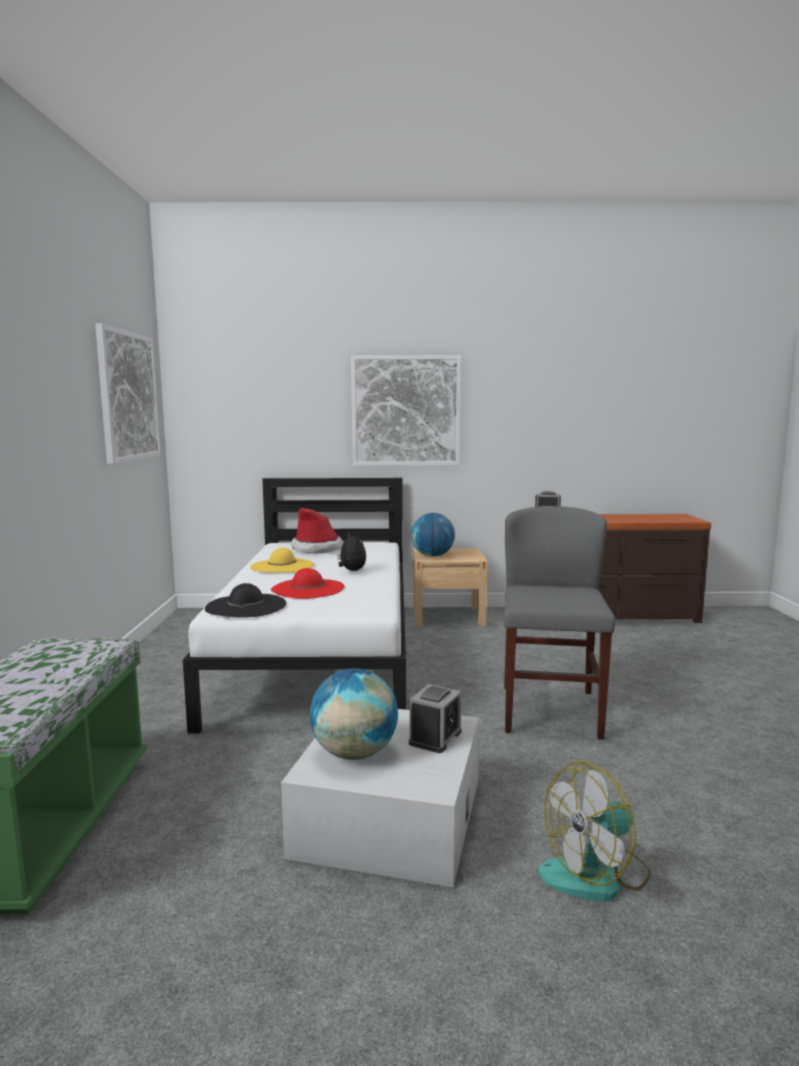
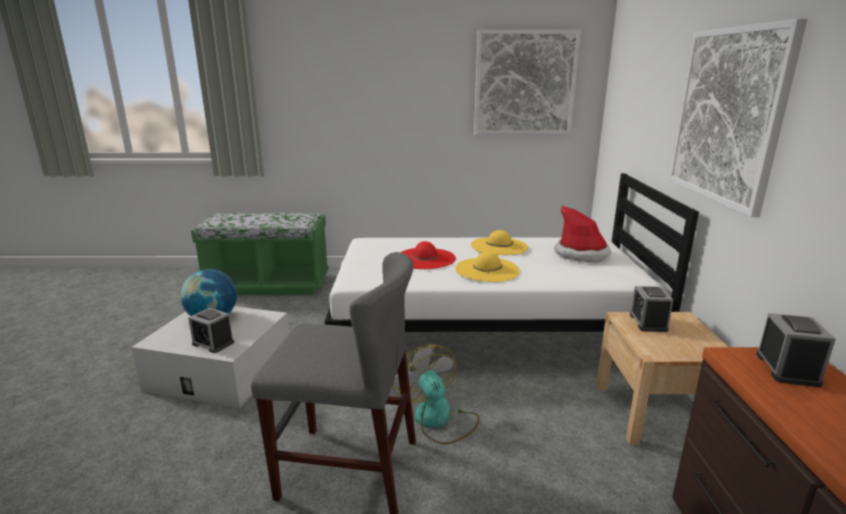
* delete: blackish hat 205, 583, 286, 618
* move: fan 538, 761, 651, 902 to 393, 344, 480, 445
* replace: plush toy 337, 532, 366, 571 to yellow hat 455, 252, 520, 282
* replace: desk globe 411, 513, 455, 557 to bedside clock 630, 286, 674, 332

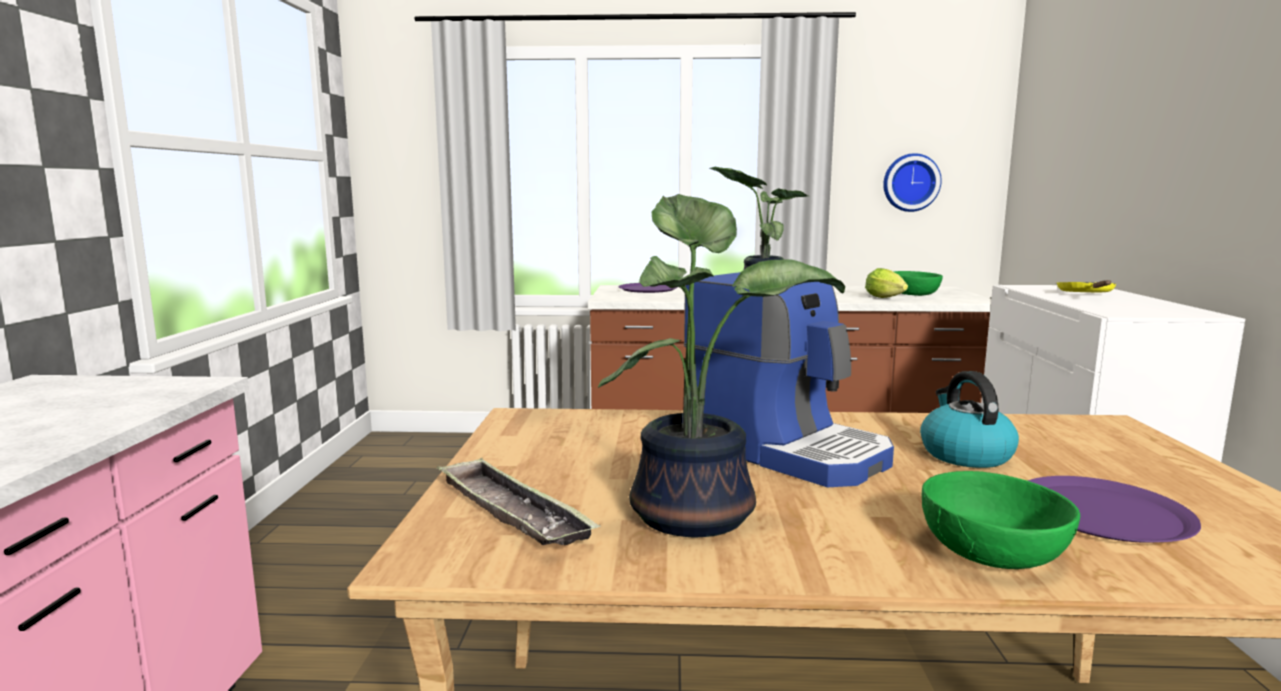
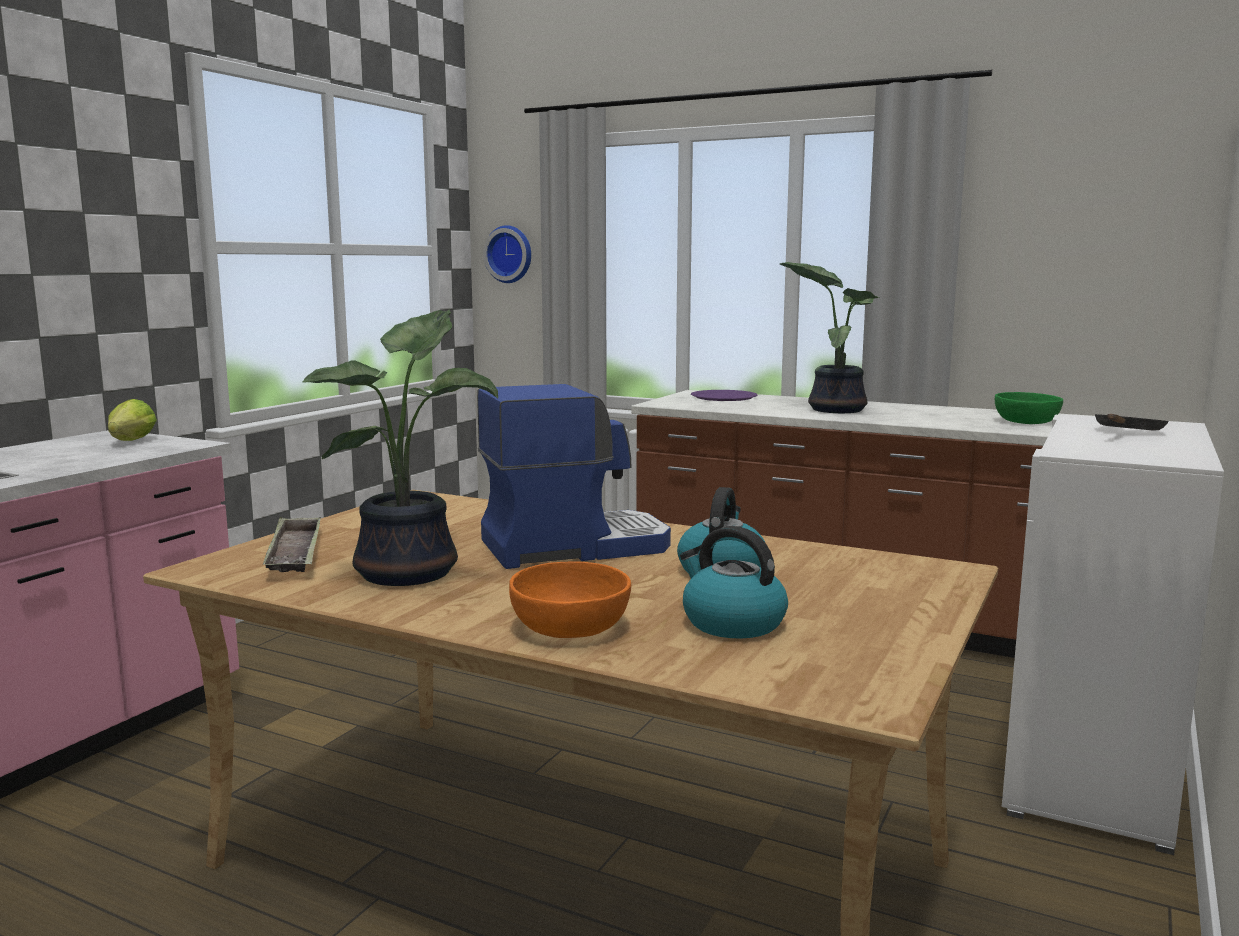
* move: lettuce 865, 268, 908, 298 to 108, 399, 157, 441
* move: clock on the wall 883, 153, 942, 212 to 483, 225, 531, 283
* replace: purple-coloured dinner plate 1028, 476, 1201, 543 to water kettle 680, 526, 788, 638
* recolor: greenish serving bowl 922, 471, 1080, 569 to orange serving bowl 509, 562, 631, 638
* recolor: yellow pan 1056, 280, 1116, 292 to blackish pan 1095, 414, 1169, 431
* rotate: coffee maker 684, 272, 894, 487 = 477, 384, 671, 569 90 degrees counterclockwise

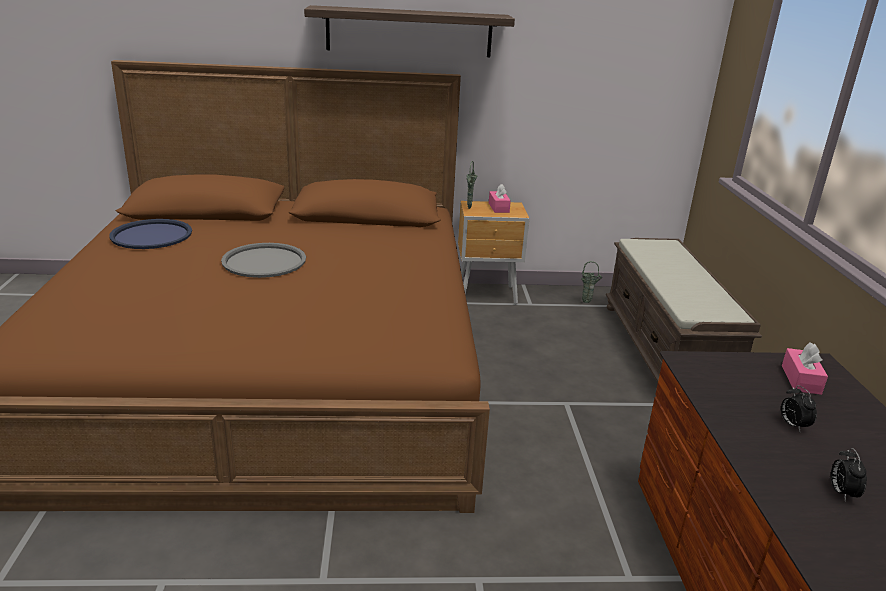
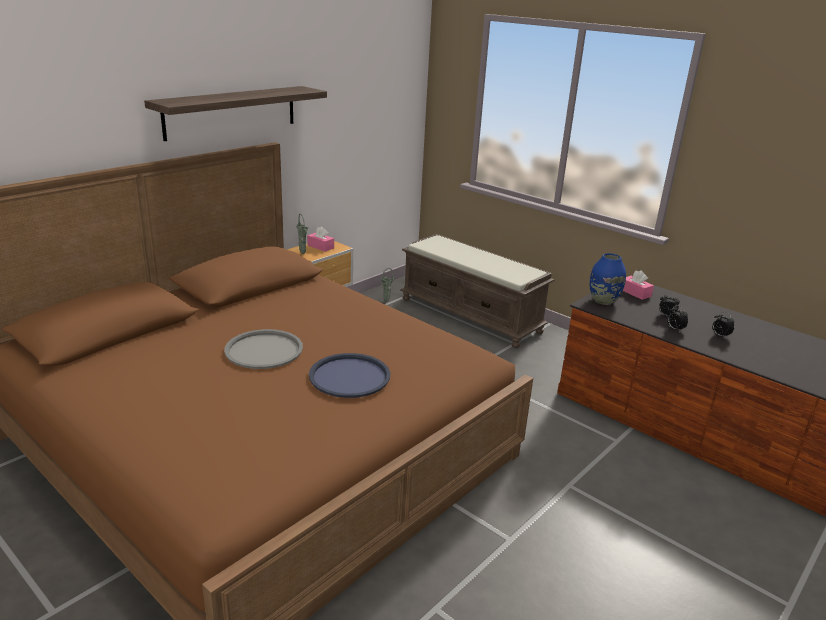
* insert: bluish flower vase 590, 253, 626, 305
* insert: bedside clock 667, 305, 688, 332
* move: bluish serving tray 109, 219, 192, 249 to 309, 353, 390, 398

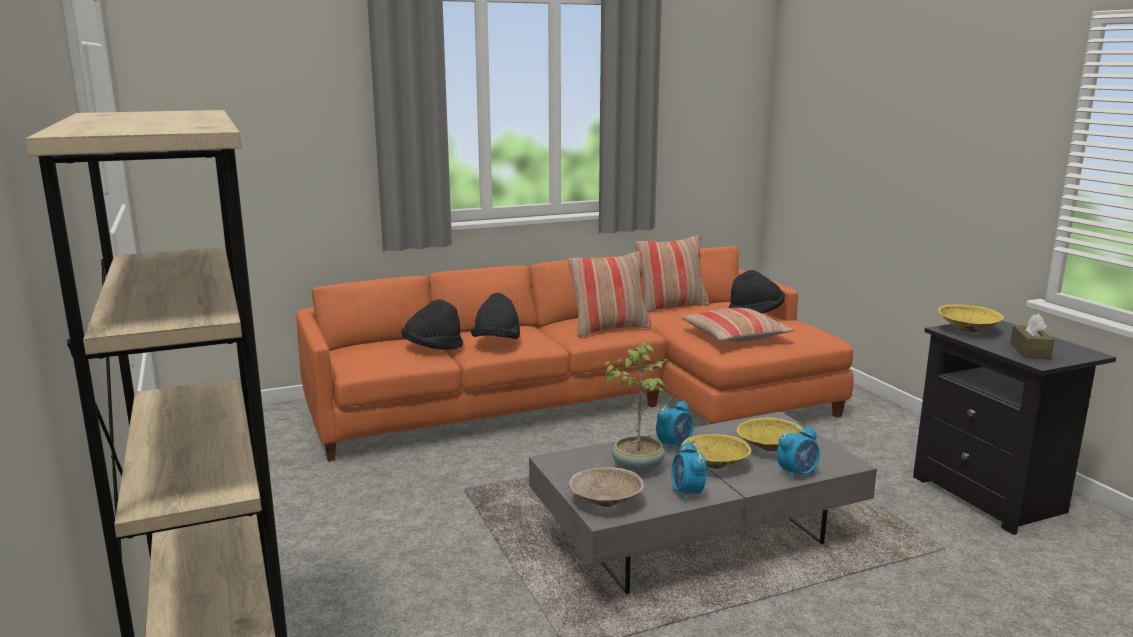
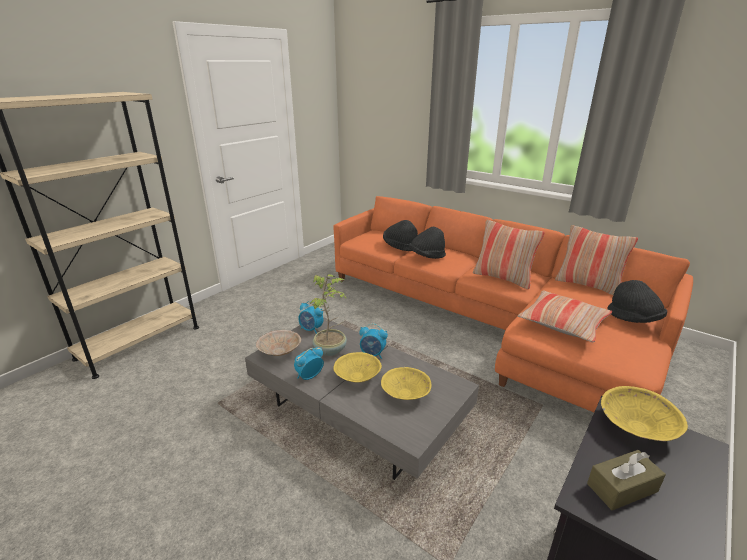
* move: bedside clock 777, 423, 820, 480 to 298, 301, 324, 334

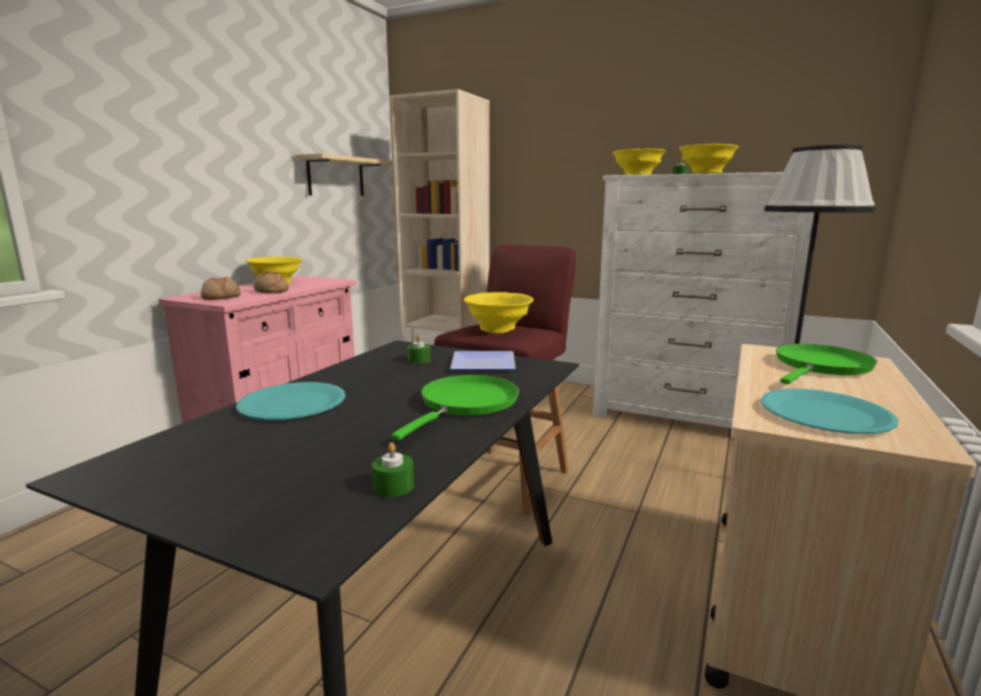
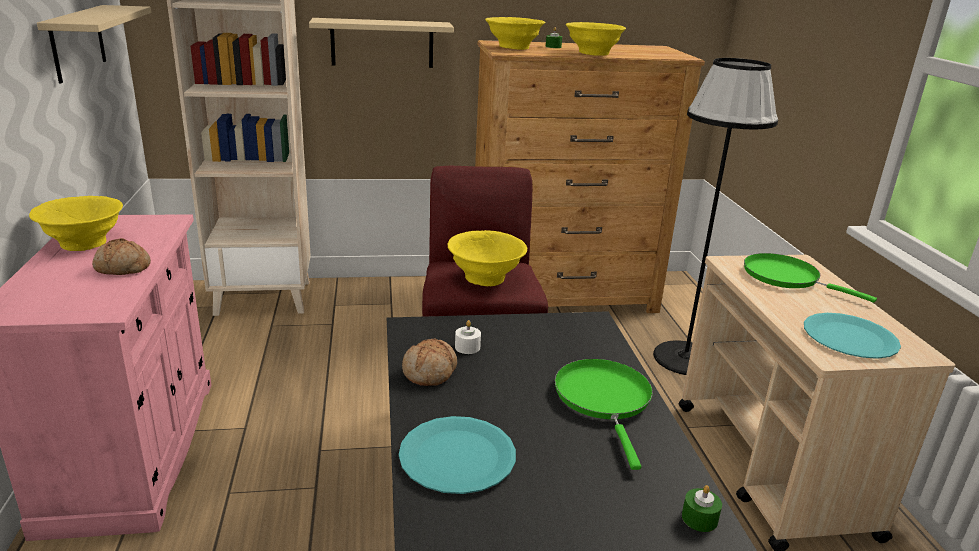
* delete: dinner plate 450, 351, 516, 370
* insert: beige-coloured bracket shelf 309, 18, 454, 68
* move: bread 201, 277, 241, 300 to 402, 338, 457, 386
* recolor: greenish candle 407, 334, 430, 364 to white-coloured candle 455, 320, 481, 354
* recolor: white-coloured chest of drawers 593, 172, 814, 428 to brown-coloured chest of drawers 475, 40, 705, 313
* rotate: greenish pan 776, 344, 877, 384 = 744, 253, 877, 303 60 degrees counterclockwise

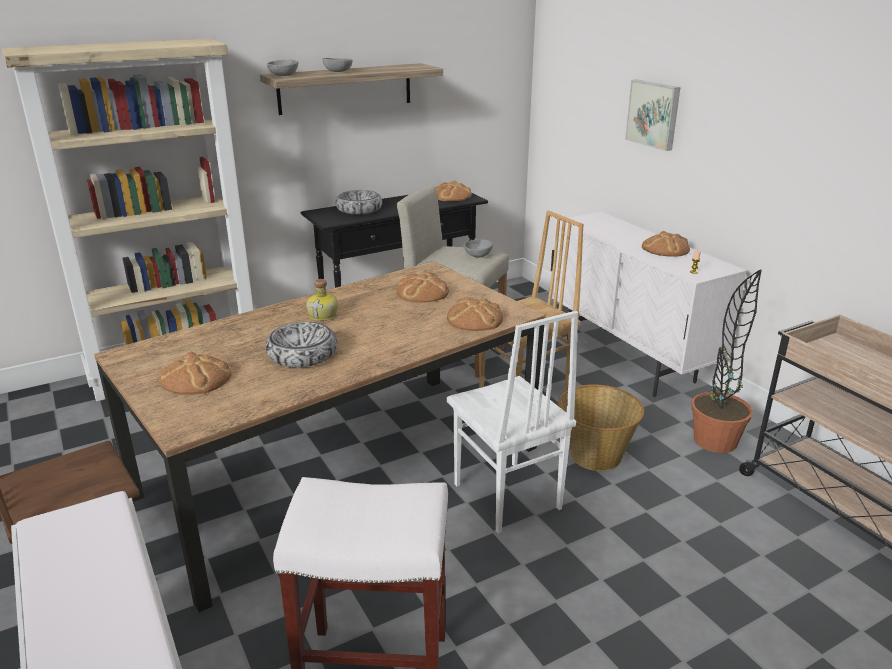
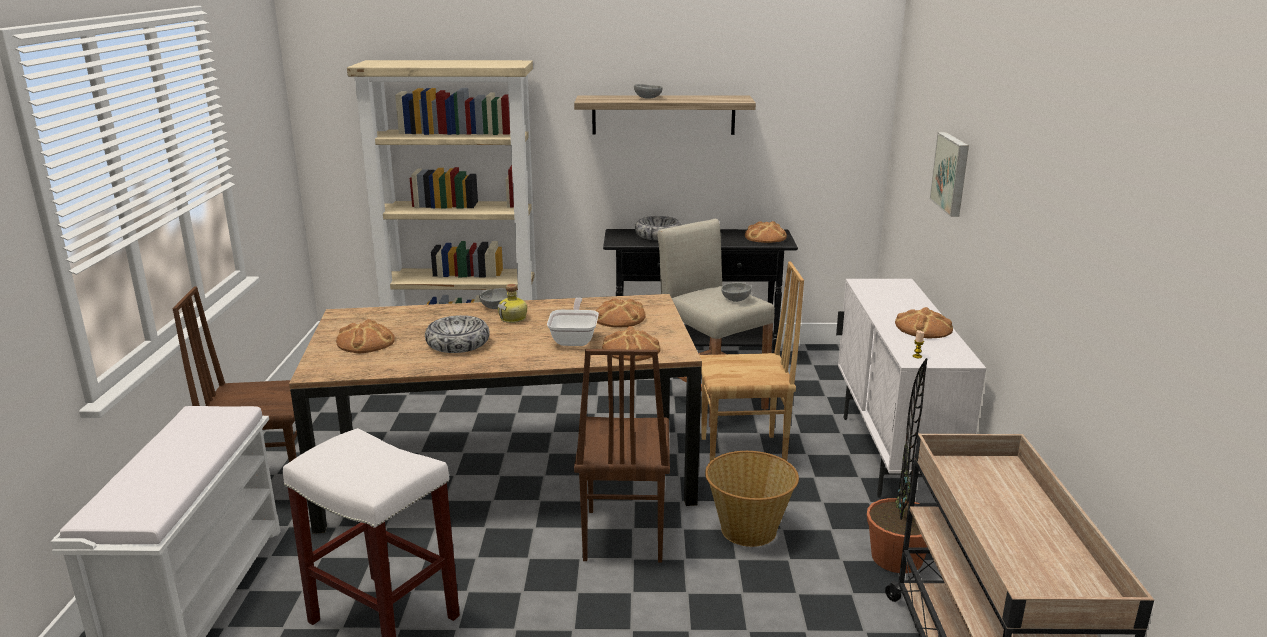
* insert: pan 547, 298, 599, 346
* move: greyish serving bowl 267, 60, 298, 76 to 479, 288, 508, 309
* recolor: white-coloured upright chair 447, 311, 578, 534 to brown-coloured upright chair 574, 349, 670, 563

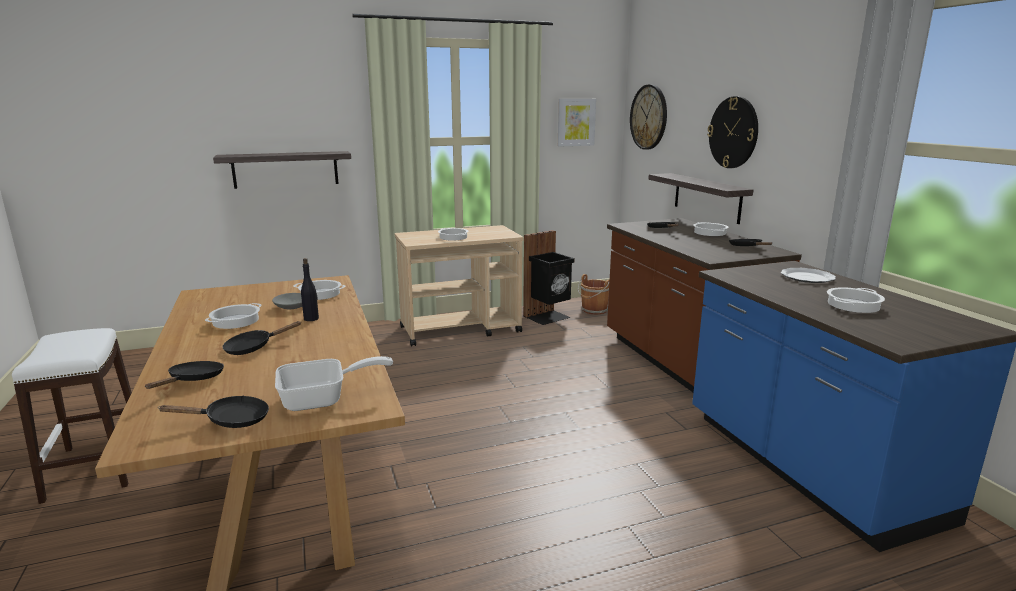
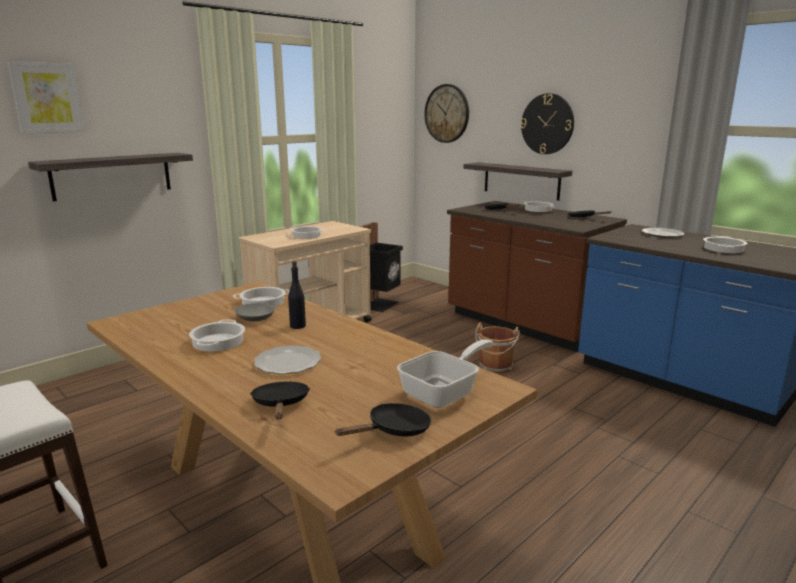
* move: picture 558, 99, 596, 147 to 7, 61, 85, 133
* move: brown-coloured bucket 578, 274, 609, 315 to 475, 322, 520, 373
* replace: blackish pan 223, 321, 301, 355 to dinner plate 254, 345, 321, 374

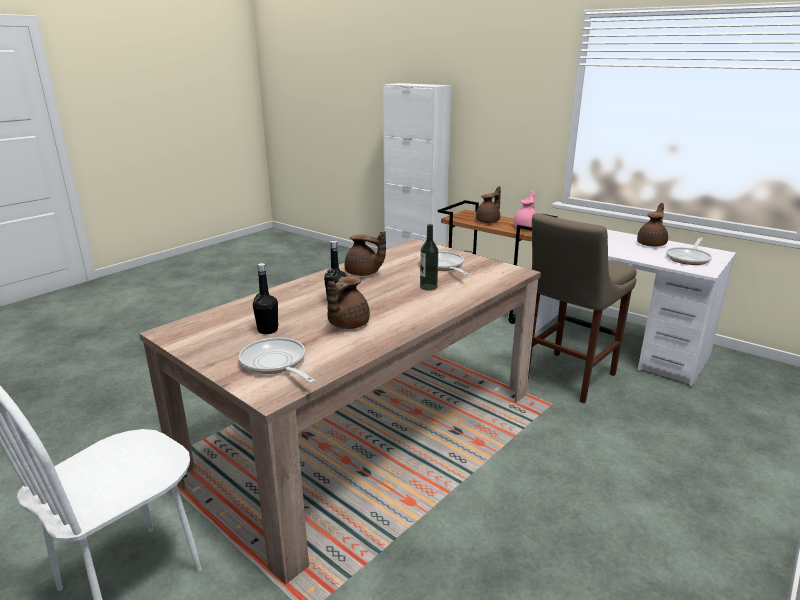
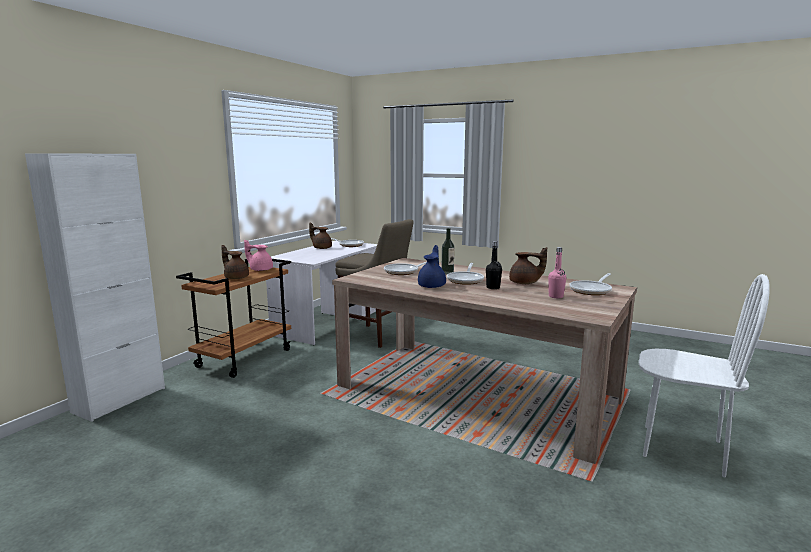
* insert: pan 447, 263, 484, 285
* recolor: blackish bottle 253, 263, 279, 334 to pinkish bottle 548, 247, 566, 298
* recolor: brown-coloured tea pot 345, 231, 386, 276 to bluish tea pot 418, 245, 446, 288

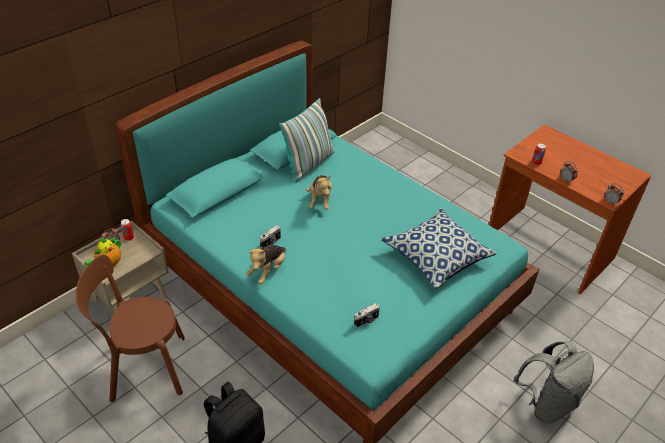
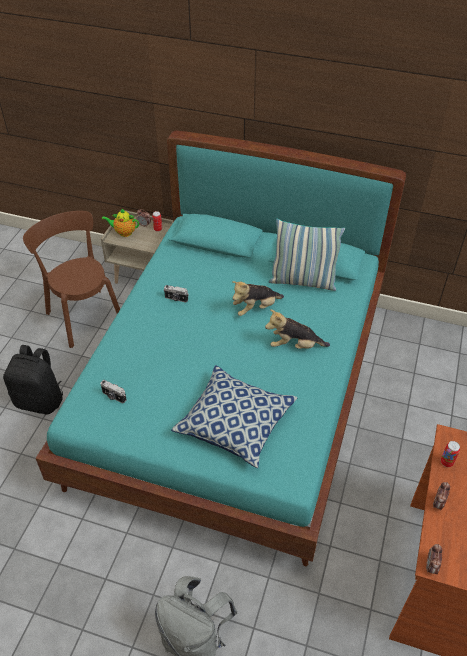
* move: plush toy 246, 245, 286, 284 to 265, 309, 330, 349

